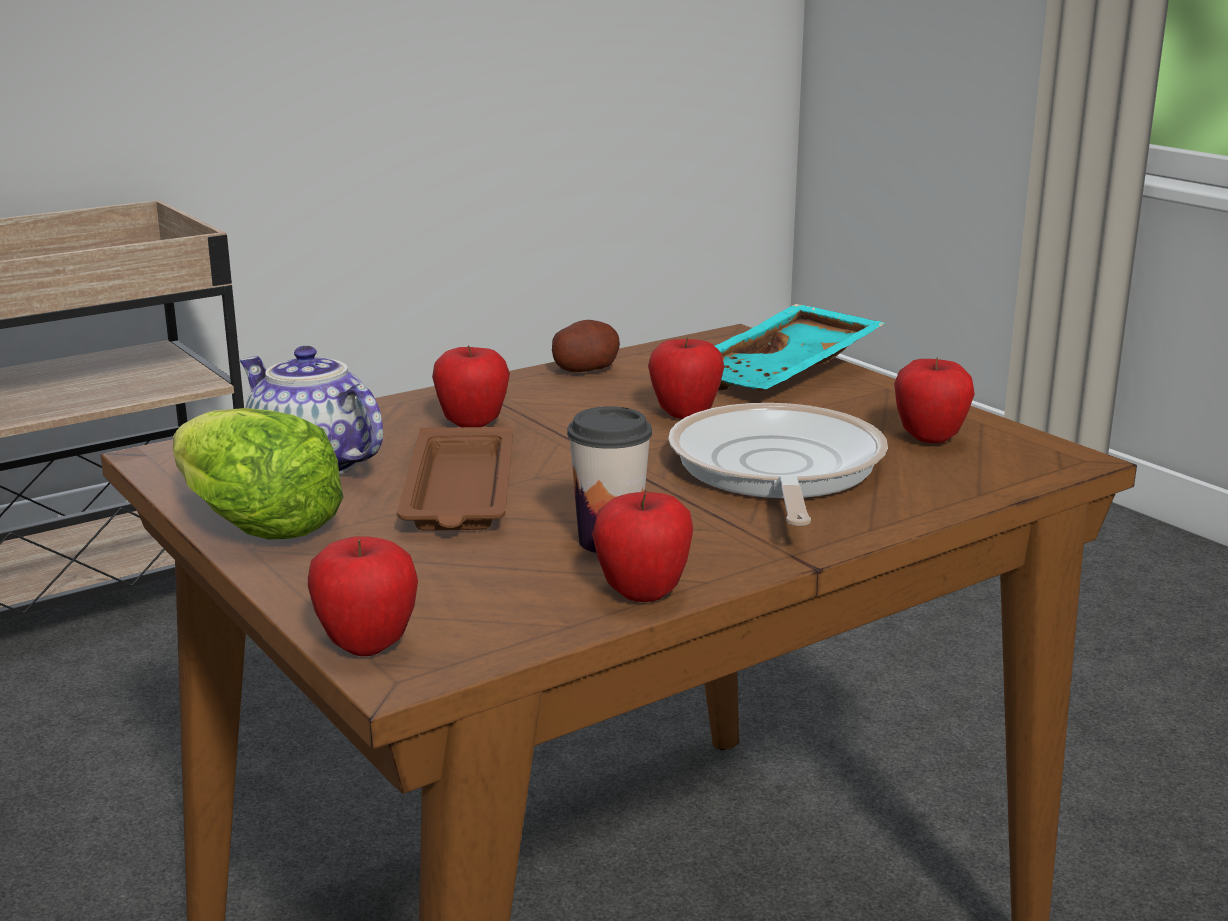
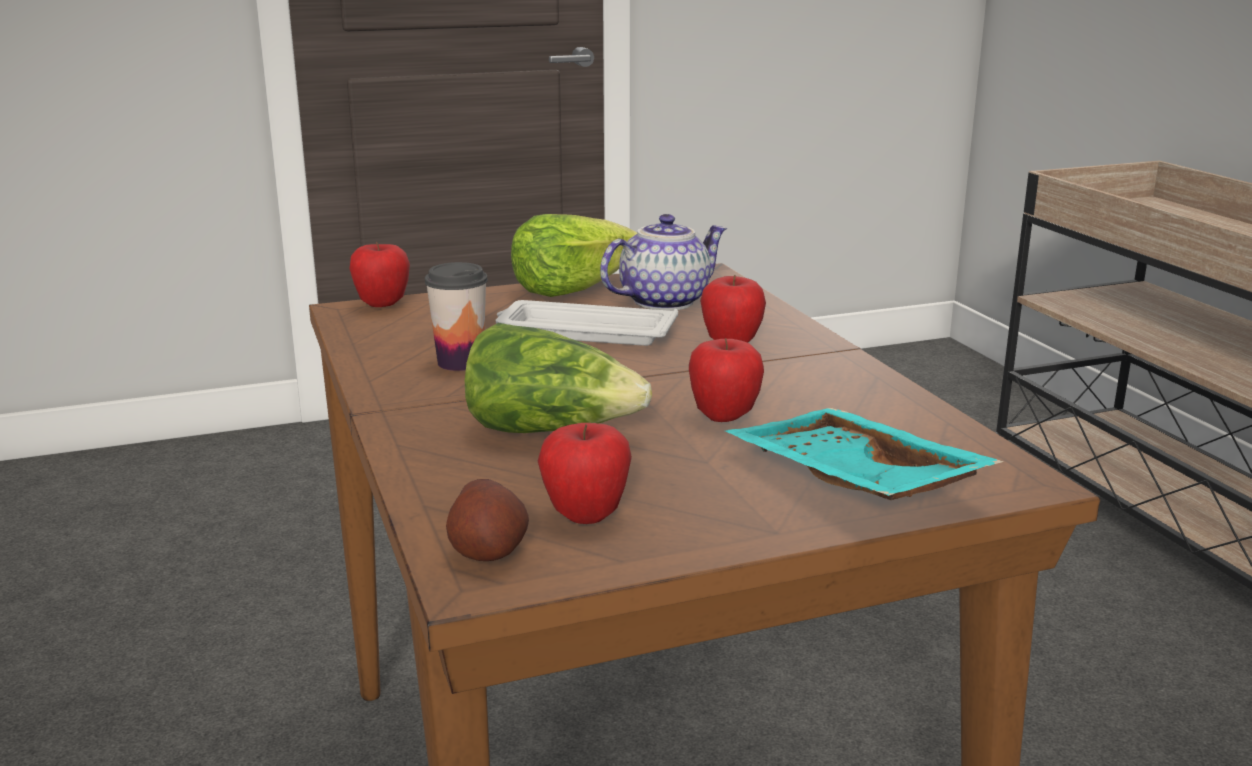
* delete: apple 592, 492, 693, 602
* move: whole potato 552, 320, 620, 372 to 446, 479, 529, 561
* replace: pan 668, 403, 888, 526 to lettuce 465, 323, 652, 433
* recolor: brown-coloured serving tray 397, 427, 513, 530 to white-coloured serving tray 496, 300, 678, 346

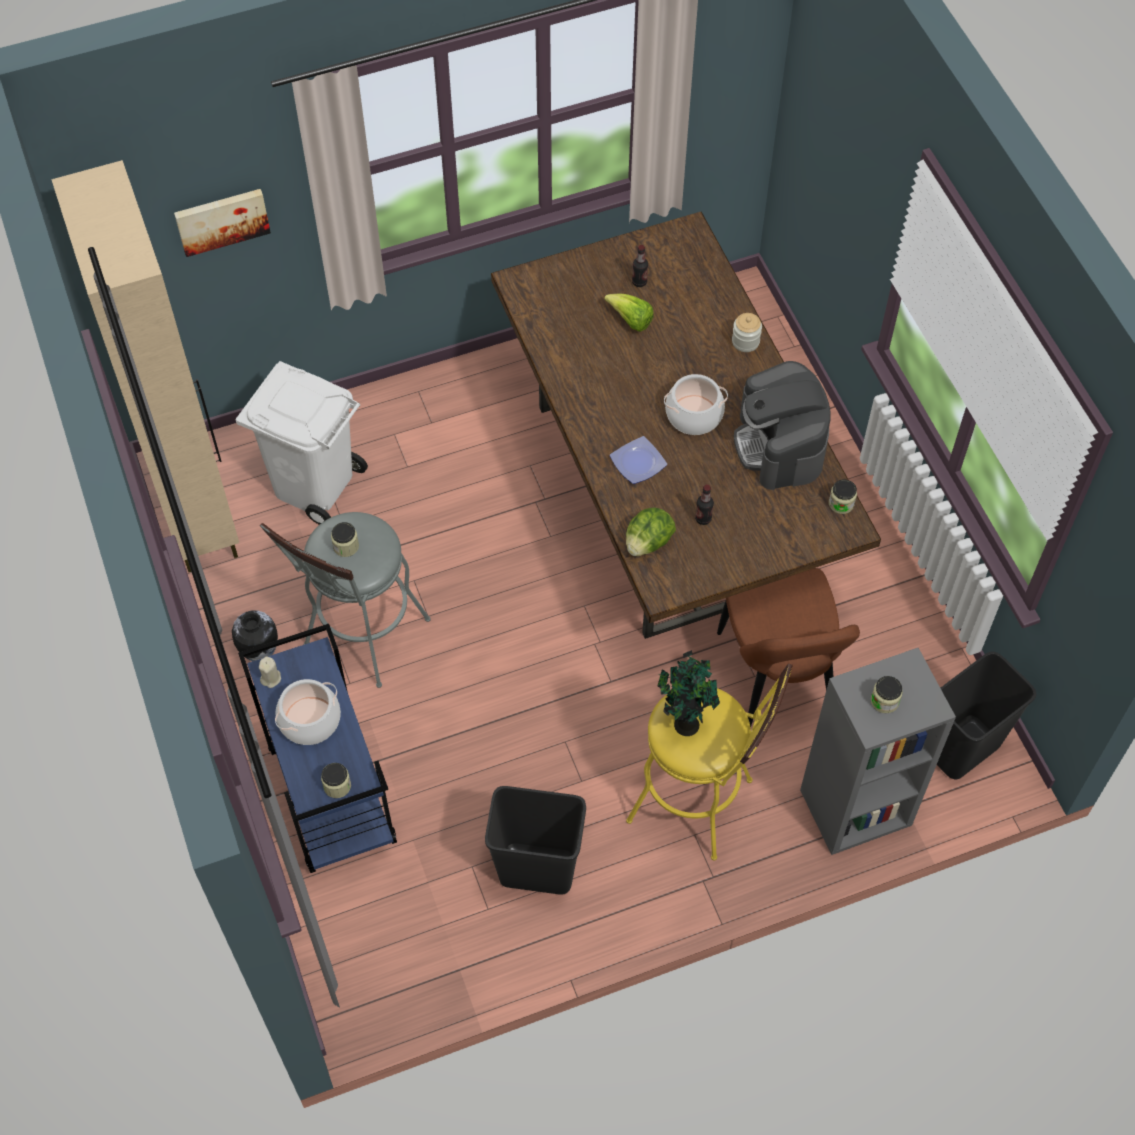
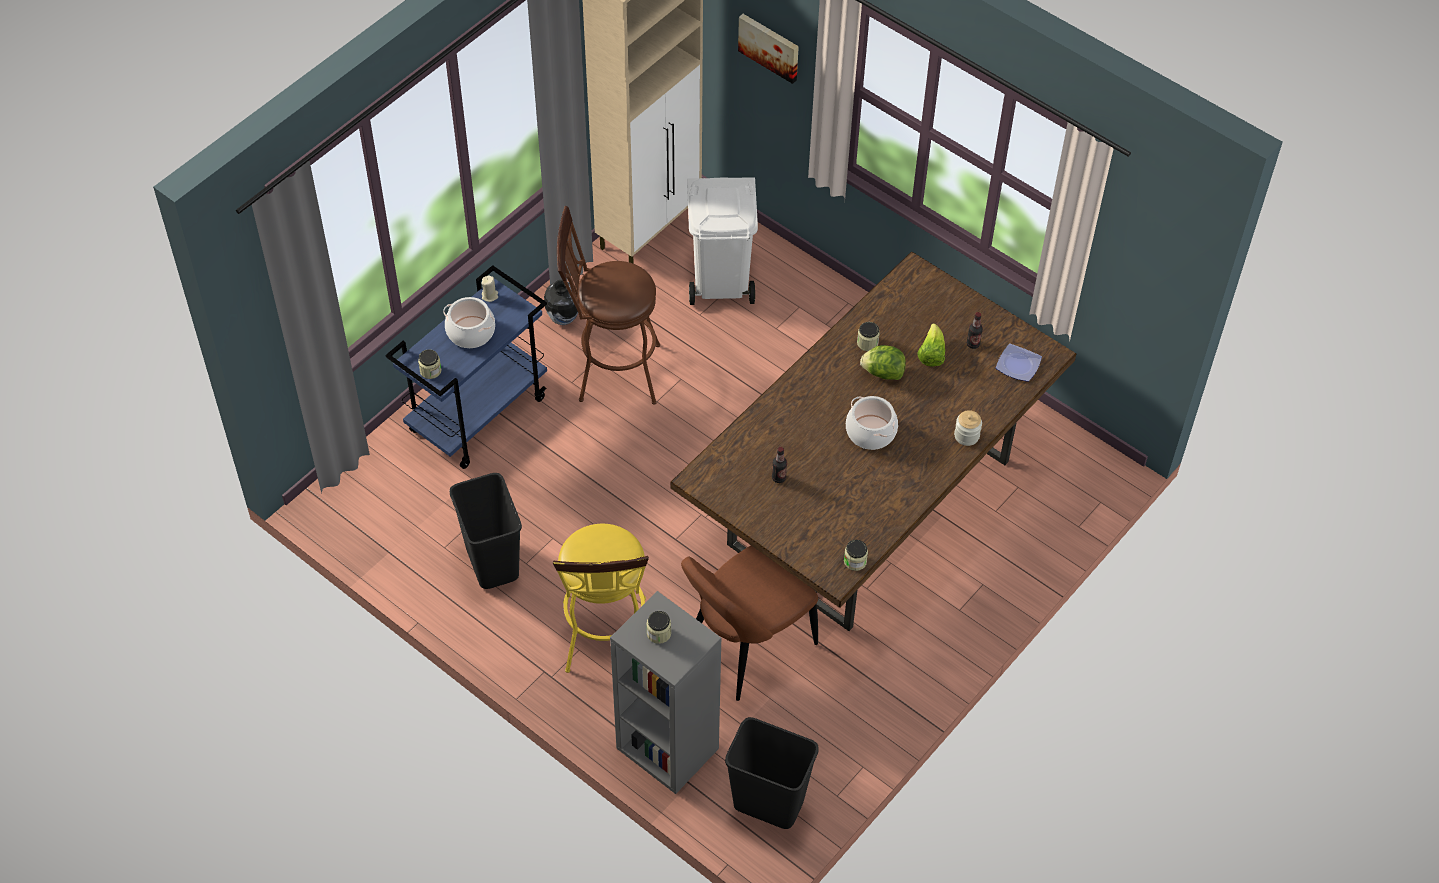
* delete: houseplant 658, 650, 720, 736
* delete: coffee maker 734, 361, 831, 490
* move: storage jar 331, 522, 359, 557 to 857, 322, 880, 351
* move: dinner plate 610, 436, 667, 484 to 996, 344, 1042, 382
* move: lettuce 626, 507, 676, 556 to 860, 345, 906, 380
* recolor: greyish sitting stool 260, 512, 431, 688 to brown-coloured sitting stool 557, 206, 660, 405

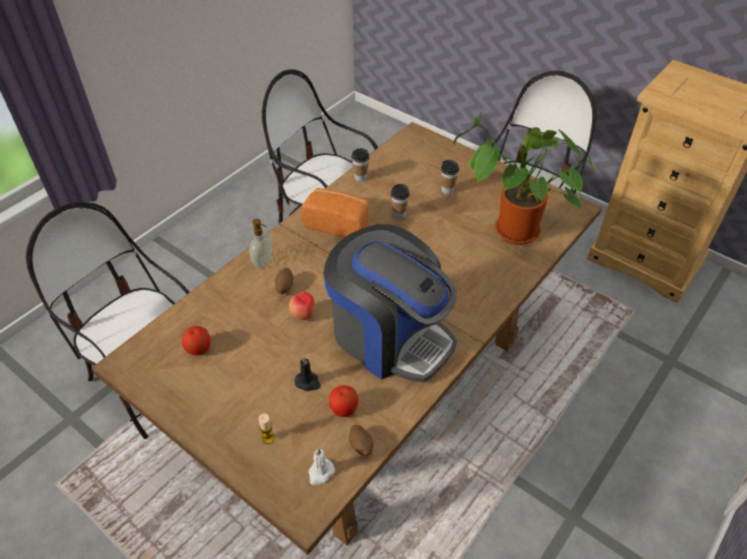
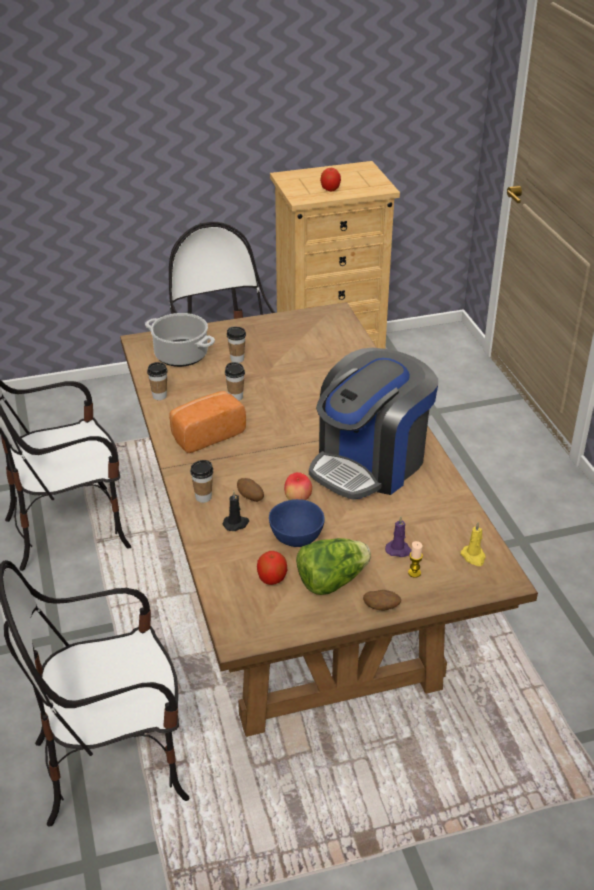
* delete: houseplant 453, 112, 596, 245
* insert: stockpot 145, 313, 215, 367
* insert: bluish serving bowl 269, 499, 325, 547
* insert: lettuce 296, 538, 371, 595
* insert: purple-coloured candle 385, 517, 411, 557
* move: blackish candle 295, 357, 320, 391 to 223, 491, 249, 531
* move: apple 329, 385, 358, 417 to 320, 168, 341, 191
* move: whole potato 349, 425, 374, 456 to 363, 590, 401, 611
* replace: liquid soap bottle 250, 219, 273, 268 to small cup 190, 460, 213, 503
* recolor: white-coloured candle 308, 448, 335, 485 to yellow candle 461, 523, 486, 566
* rotate: coffee maker 323, 224, 457, 382 = 309, 348, 438, 499 150 degrees clockwise

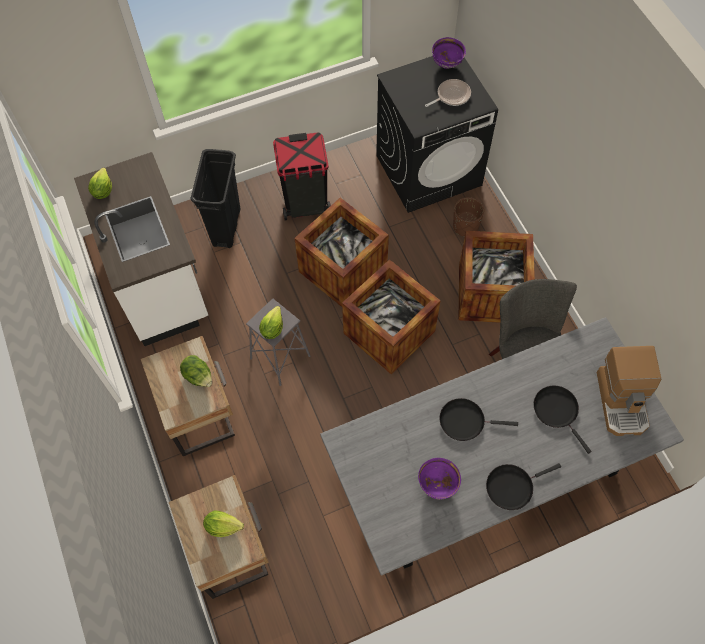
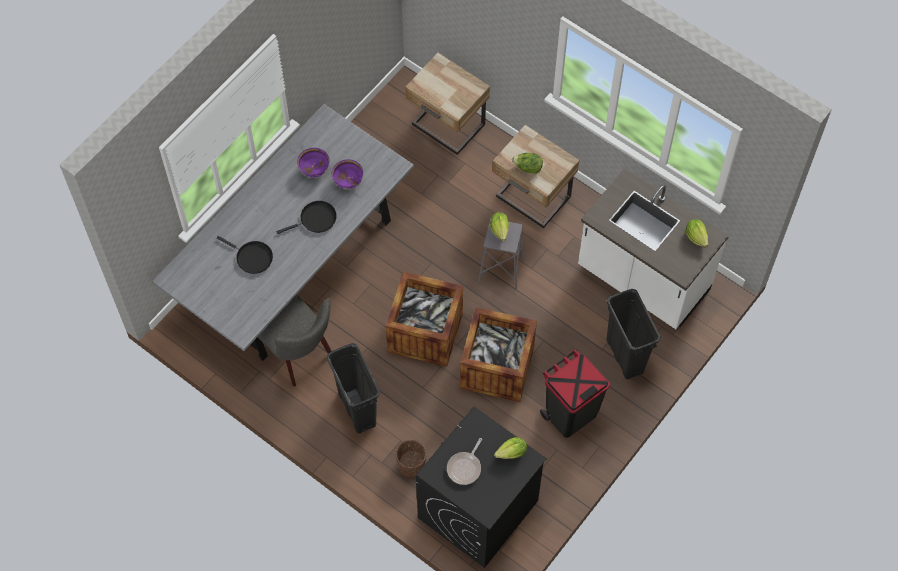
* delete: blackish pan 486, 463, 561, 510
* delete: coffee maker 597, 346, 661, 436
* move: lettuce 203, 511, 244, 537 to 494, 437, 527, 459
* move: purple-coloured serving bowl 432, 37, 466, 69 to 332, 159, 363, 189
* replace: crate 459, 231, 535, 323 to blackish rubbish bin 326, 343, 380, 434

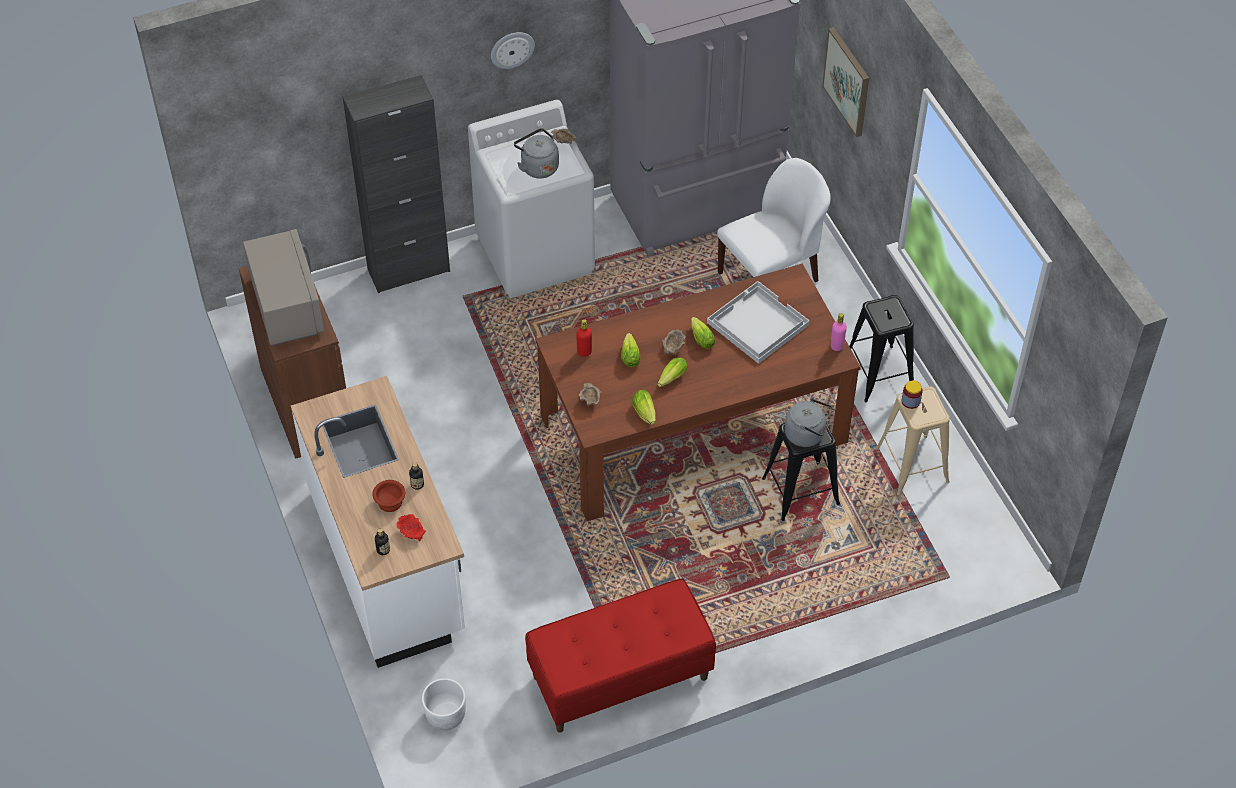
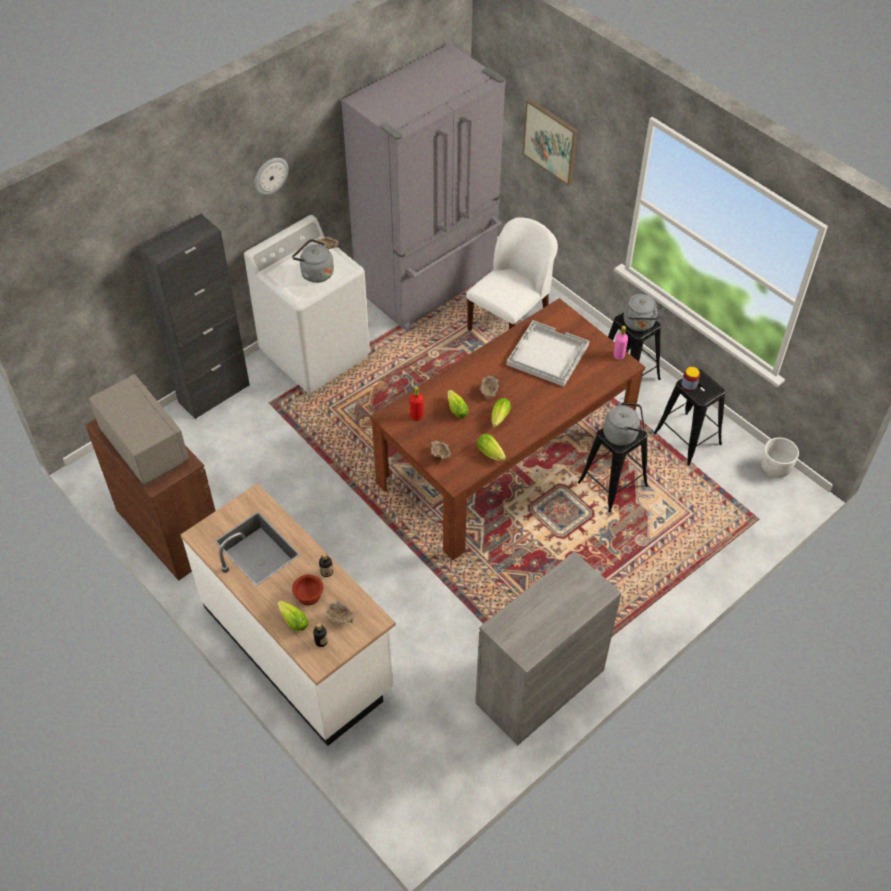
* insert: greyish water kettle 623, 294, 665, 331
* move: white-coloured flower pot 422, 678, 466, 730 to 761, 437, 799, 478
* move: lettuce 691, 317, 715, 349 to 277, 600, 309, 631
* replace: red indoor bench 525, 579, 716, 733 to greyish cabinet 475, 552, 621, 746
* recolor: red serving bowl 396, 514, 426, 541 to beige-coloured serving bowl 326, 601, 355, 624
* recolor: beige-coloured sitting stool 876, 386, 950, 495 to blackish sitting stool 654, 369, 725, 465

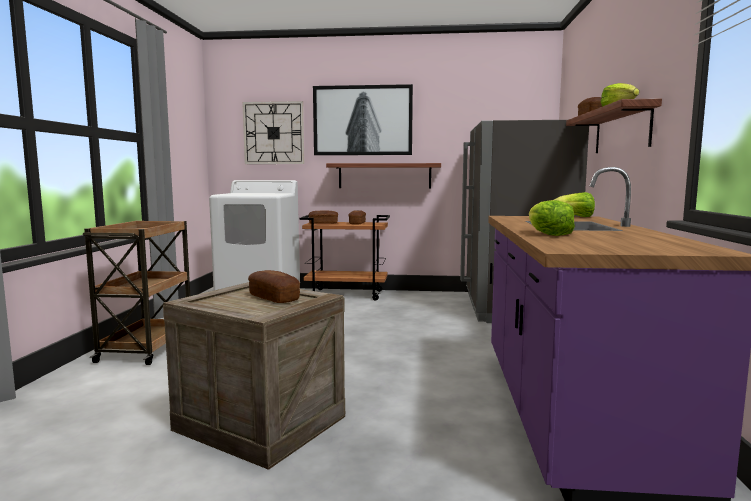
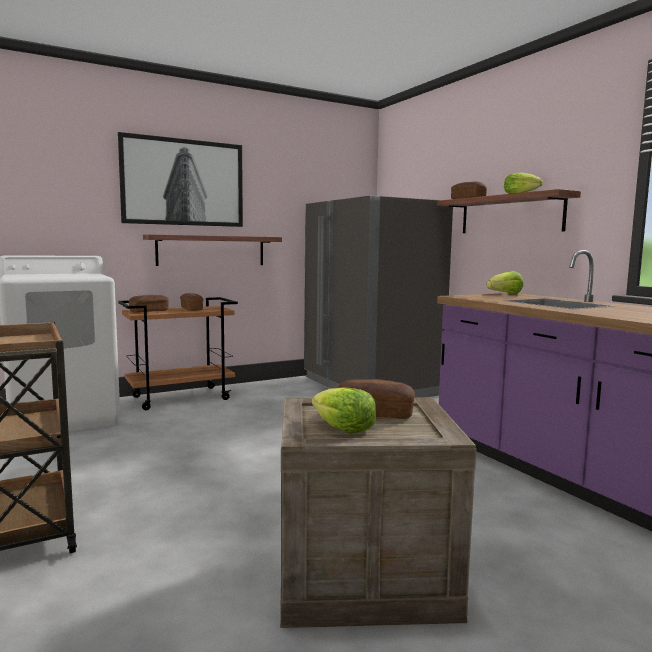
* delete: clock on the wall 242, 101, 304, 164
* move: lettuce 529, 200, 575, 236 to 312, 387, 376, 434

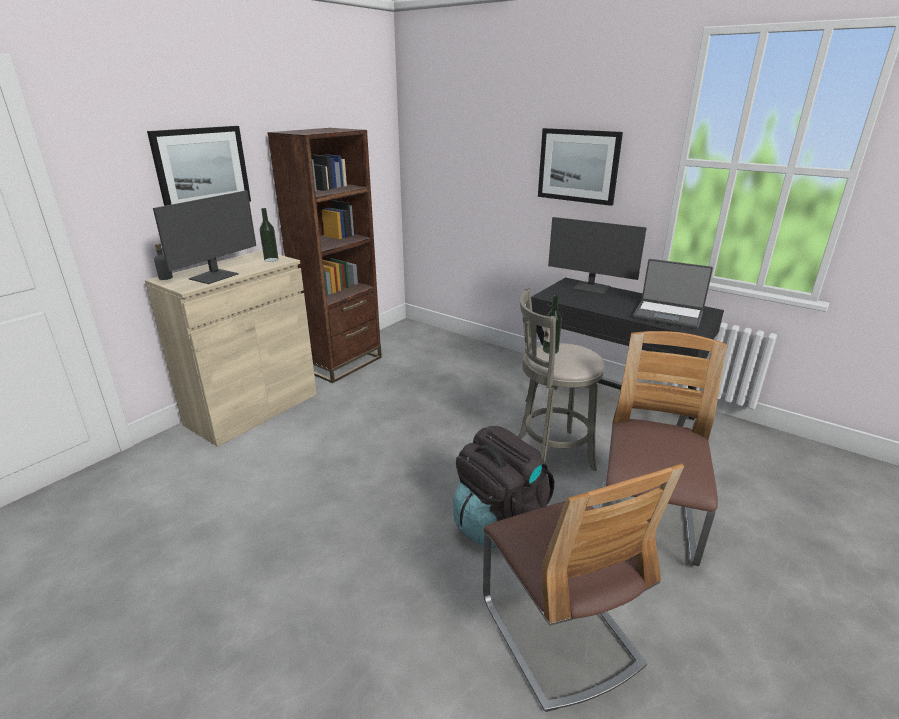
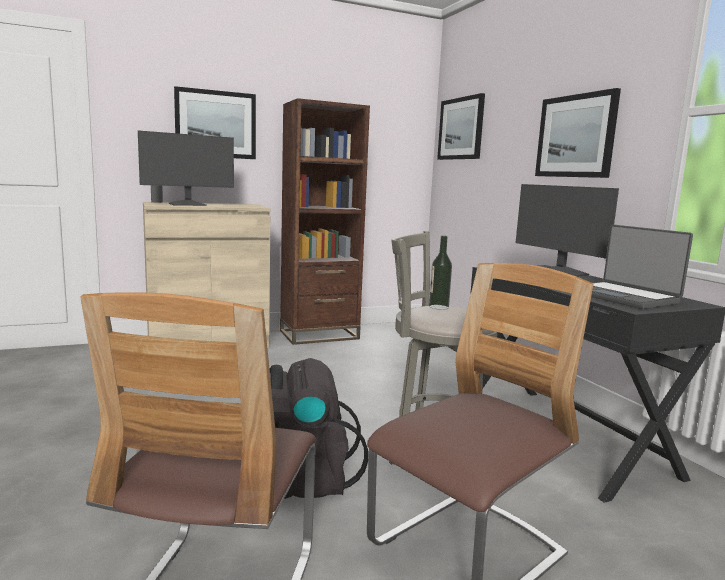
* delete: bottle 259, 208, 279, 262
* insert: picture 437, 93, 485, 160

